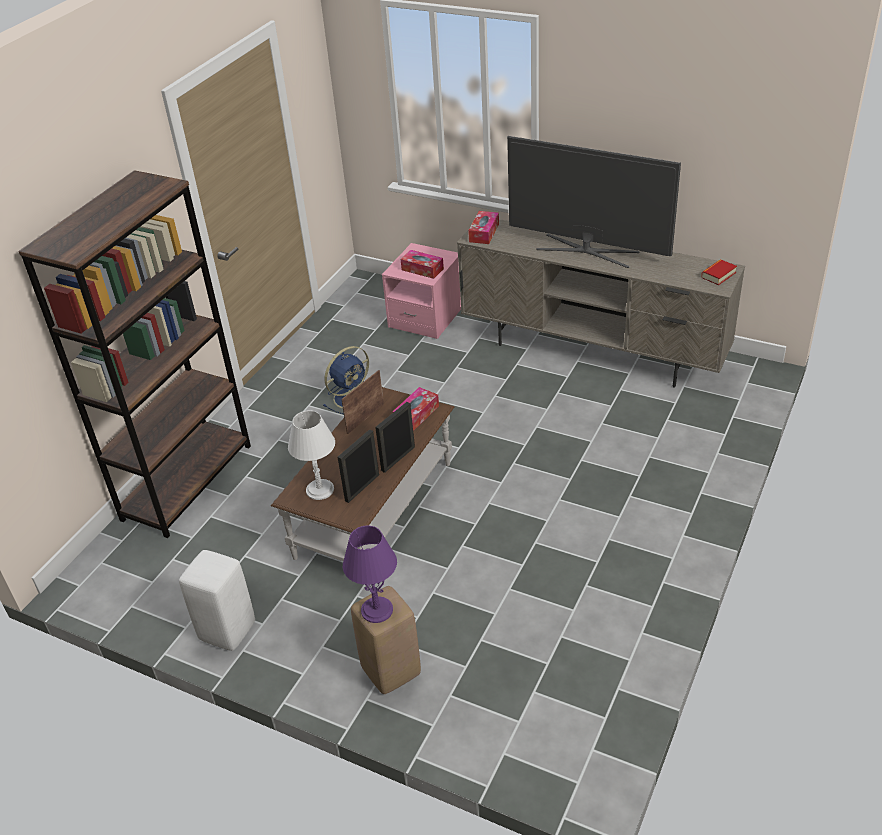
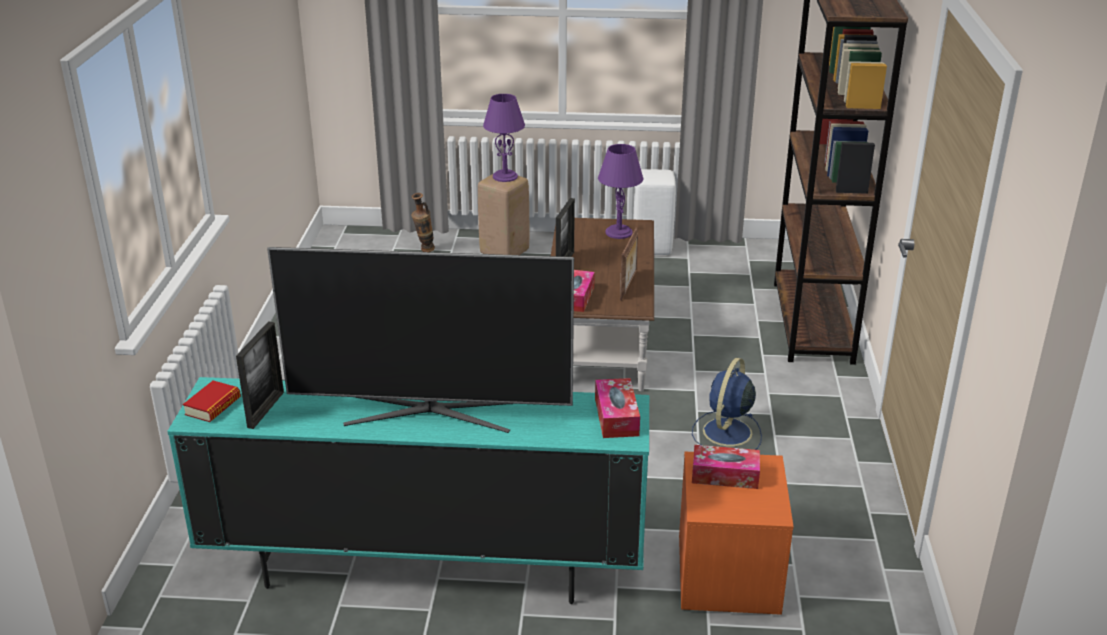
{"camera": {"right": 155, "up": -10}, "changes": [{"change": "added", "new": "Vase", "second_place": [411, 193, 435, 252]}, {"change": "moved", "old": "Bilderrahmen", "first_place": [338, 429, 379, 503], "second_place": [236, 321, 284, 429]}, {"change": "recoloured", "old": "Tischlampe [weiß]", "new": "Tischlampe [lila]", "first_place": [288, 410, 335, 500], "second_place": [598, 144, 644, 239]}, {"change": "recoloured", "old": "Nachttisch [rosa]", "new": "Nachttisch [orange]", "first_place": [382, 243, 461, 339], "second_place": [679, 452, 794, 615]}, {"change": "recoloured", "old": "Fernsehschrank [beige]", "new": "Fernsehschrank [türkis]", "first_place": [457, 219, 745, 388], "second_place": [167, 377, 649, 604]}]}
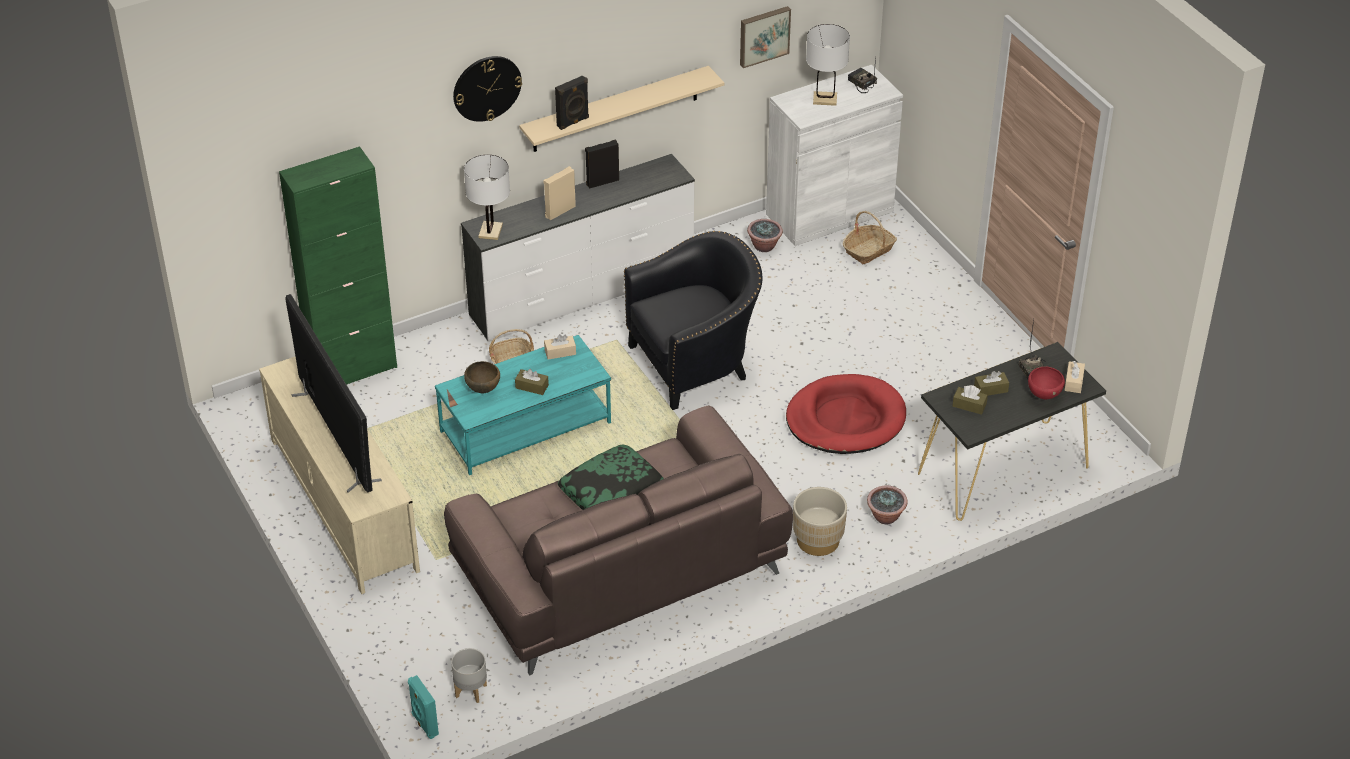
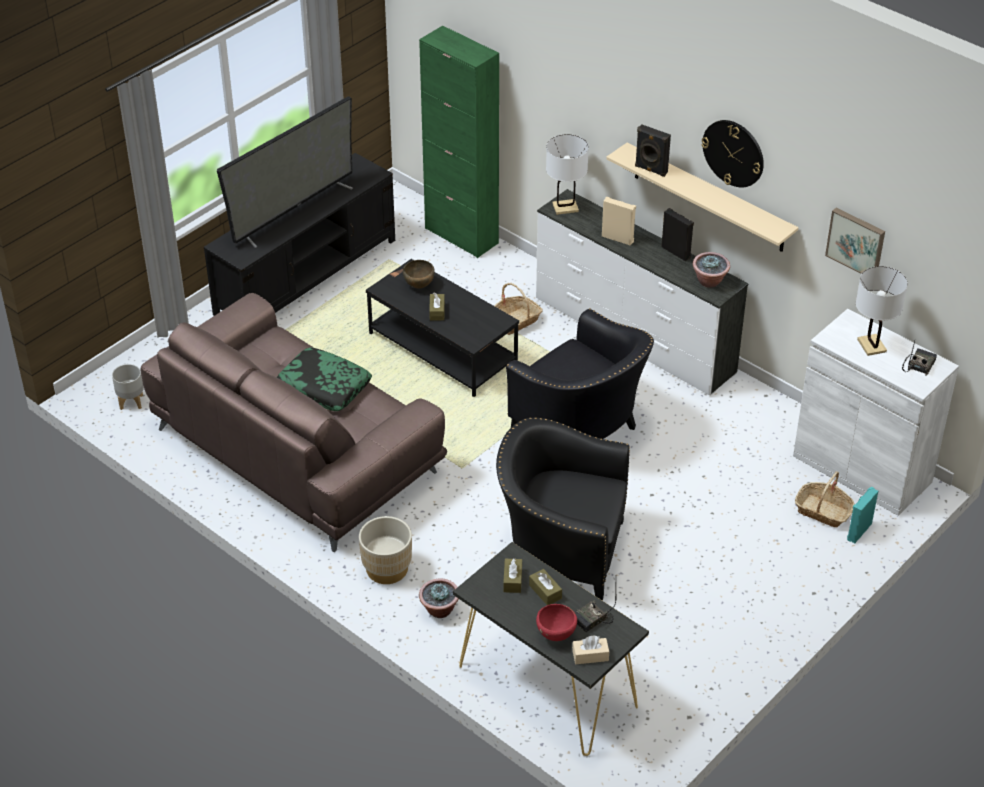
{"camera": {"right": 70, "up": 0}, "changes": [{"change": "removed", "old": "Taschentuchbox [beige]", "first_place": [544, 334, 576, 359]}, {"change": "moved", "old": "Lautsprecher [türkis]", "first_place": [408, 675, 439, 739], "second_place": [847, 487, 878, 543]}, {"change": "moved", "old": "Wanduhr", "first_place": [453, 56, 522, 122], "second_place": [701, 120, 764, 187]}, {"change": "moved", "old": "Topfpflanze", "first_place": [747, 219, 783, 252], "second_place": [693, 252, 730, 288]}, {"change": "replaced", "old": "Hundebett [rot]", "new": "Sessel [schwarz]", "first_place": [786, 374, 906, 454], "second_place": [496, 417, 630, 601]}, {"change": "recoloured", "old": "Fernsehschrank [beige]", "new": "Fernsehschrank [schwarz]", "first_place": [259, 357, 420, 594], "second_place": [204, 153, 395, 316]}, {"change": "recoloured", "old": "Couchtisch [türkis]", "new": "Couchtisch [schwarz]", "first_place": [435, 335, 611, 475], "second_place": [366, 259, 519, 397]}]}
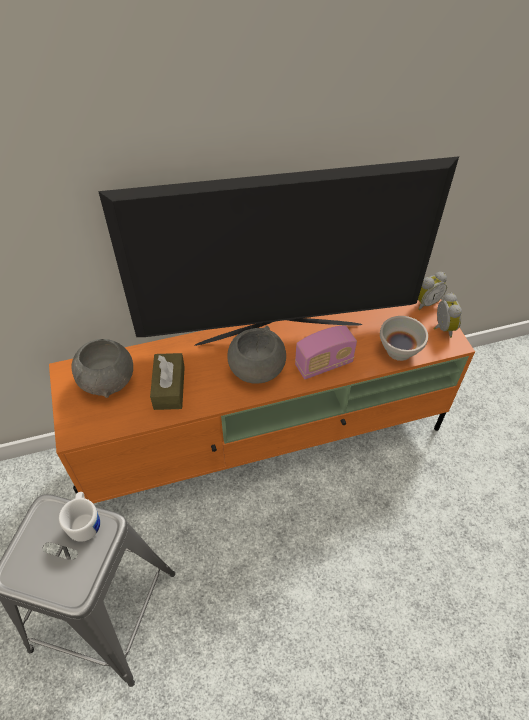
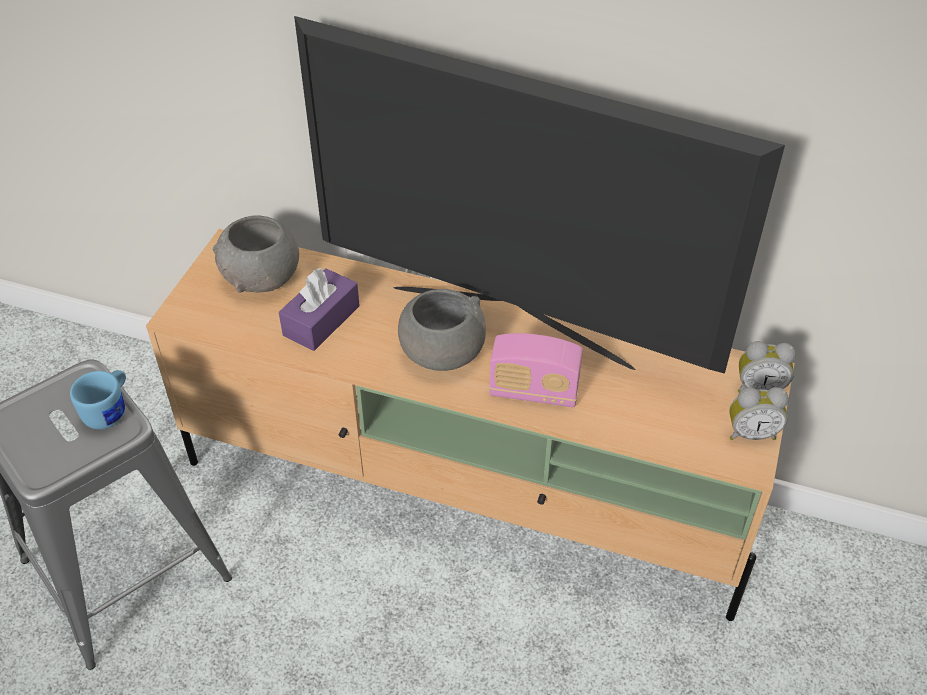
{"camera": {"right": 35, "up": -5}, "changes": [{"change": "removed", "old": "Schüssel [weiß]", "first_place": [380, 316, 428, 361]}, {"change": "recoloured", "old": "Fernsehschrank [orange]", "new": "Fernsehschrank [beige]", "first_place": [49, 299, 475, 503], "second_place": [146, 229, 795, 621]}, {"change": "recoloured", "old": "Henkelbecher [weiß]", "new": "Henkelbecher [blau]", "first_place": [59, 492, 100, 542], "second_place": [70, 370, 126, 429]}, {"change": "recoloured", "old": "Taschentuchbox [braun]", "new": "Taschentuchbox [lila]", "first_place": [150, 353, 185, 410], "second_place": [279, 268, 360, 351]}, {"change": "turned", "old": "Wecker", "first_place": [434, 293, 462, 338], "second_place": [729, 387, 789, 440], "degrees": 60}]}
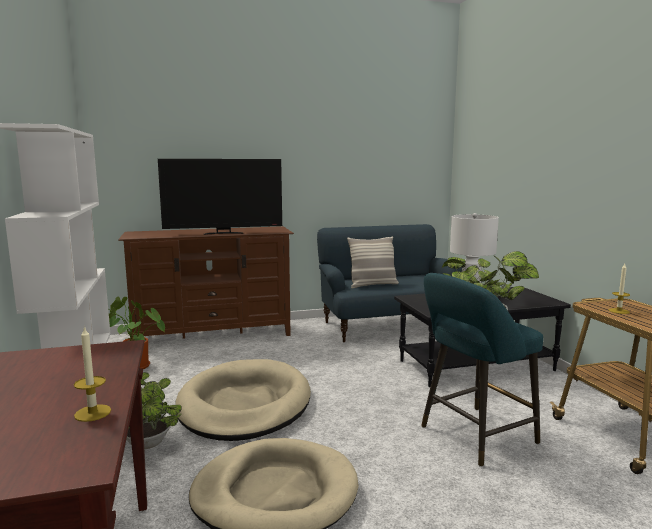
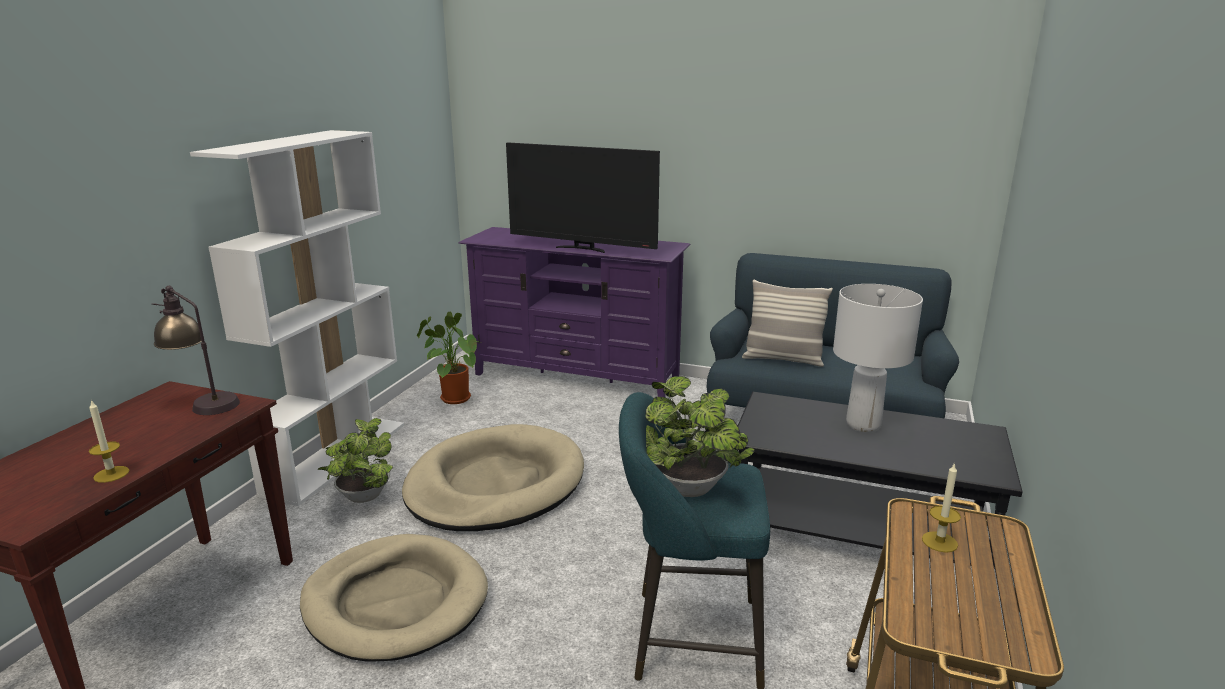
{"camera": {"right": 35, "up": 10}, "changes": [{"change": "added", "new": "Tischlampe", "second_place": [152, 286, 240, 415]}, {"change": "recoloured", "old": "Fernsehschrank [braun]", "new": "Fernsehschrank [lila]", "first_place": [118, 226, 294, 339], "second_place": [459, 227, 690, 397]}]}
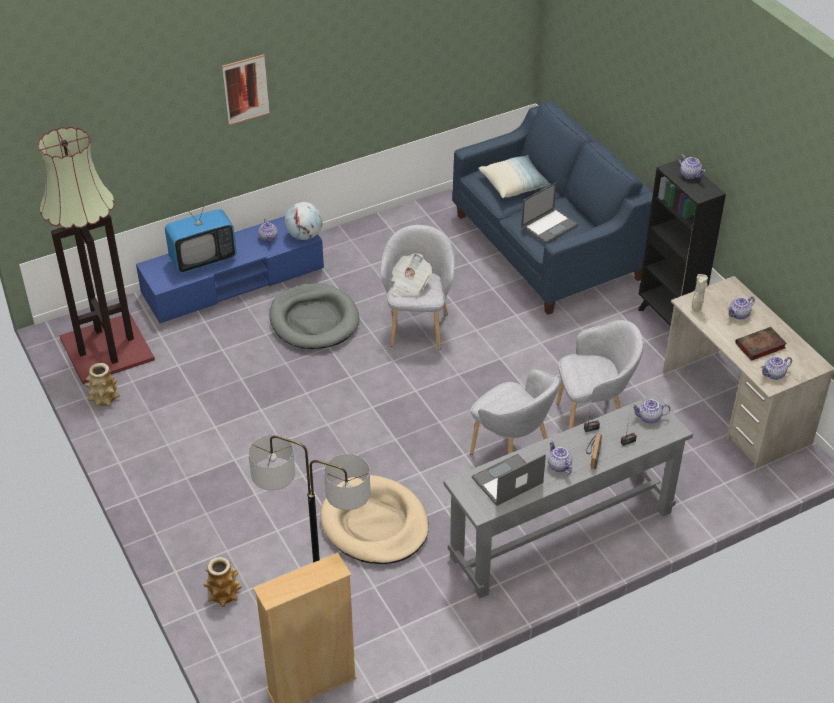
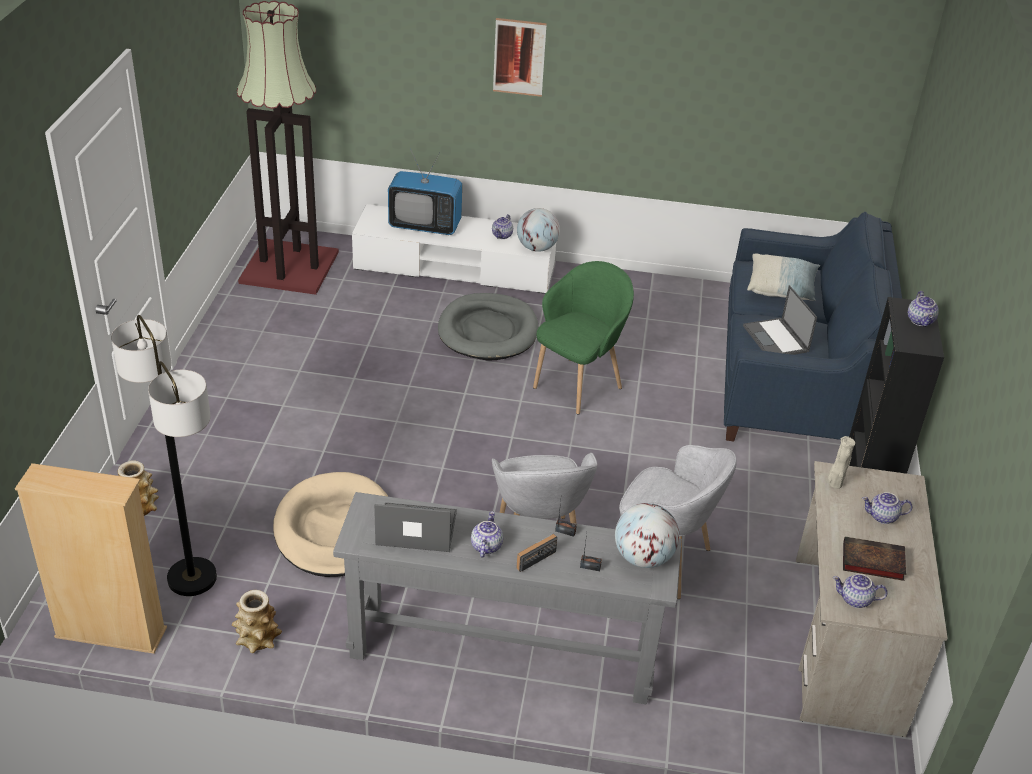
{"camera": {"right": 35, "up": -5}, "changes": [{"change": "removed", "old": "Zeitung", "first_place": [391, 253, 432, 297]}, {"change": "moved", "old": "Vase", "first_place": [85, 363, 120, 406], "second_place": [232, 590, 282, 653]}, {"change": "replaced", "old": "Teekanne", "new": "Globus", "first_place": [632, 399, 671, 424], "second_place": [615, 503, 680, 568]}, {"change": "recoloured", "old": "Fernsehschrank [blau]", "new": "Fernsehschrank [weiß]", "first_place": [136, 216, 324, 323], "second_place": [352, 204, 556, 294]}, {"change": "recoloured", "old": "Sessel [grau]", "new": "Sessel [grün]", "first_place": [381, 225, 455, 350], "second_place": [533, 261, 634, 415]}, {"change": "turned", "old": "Laptop", "first_place": [521, 183, 578, 244], "second_place": [743, 285, 817, 355], "degrees": 75}]}
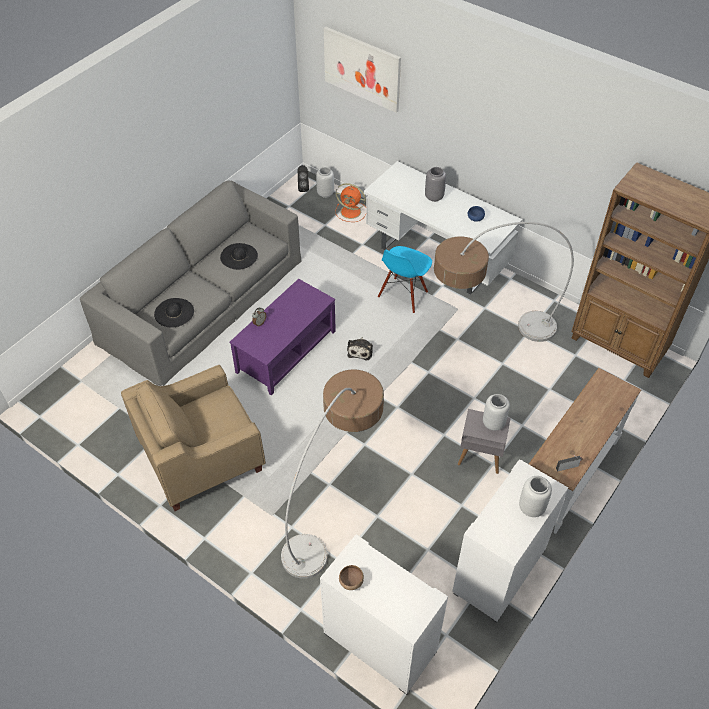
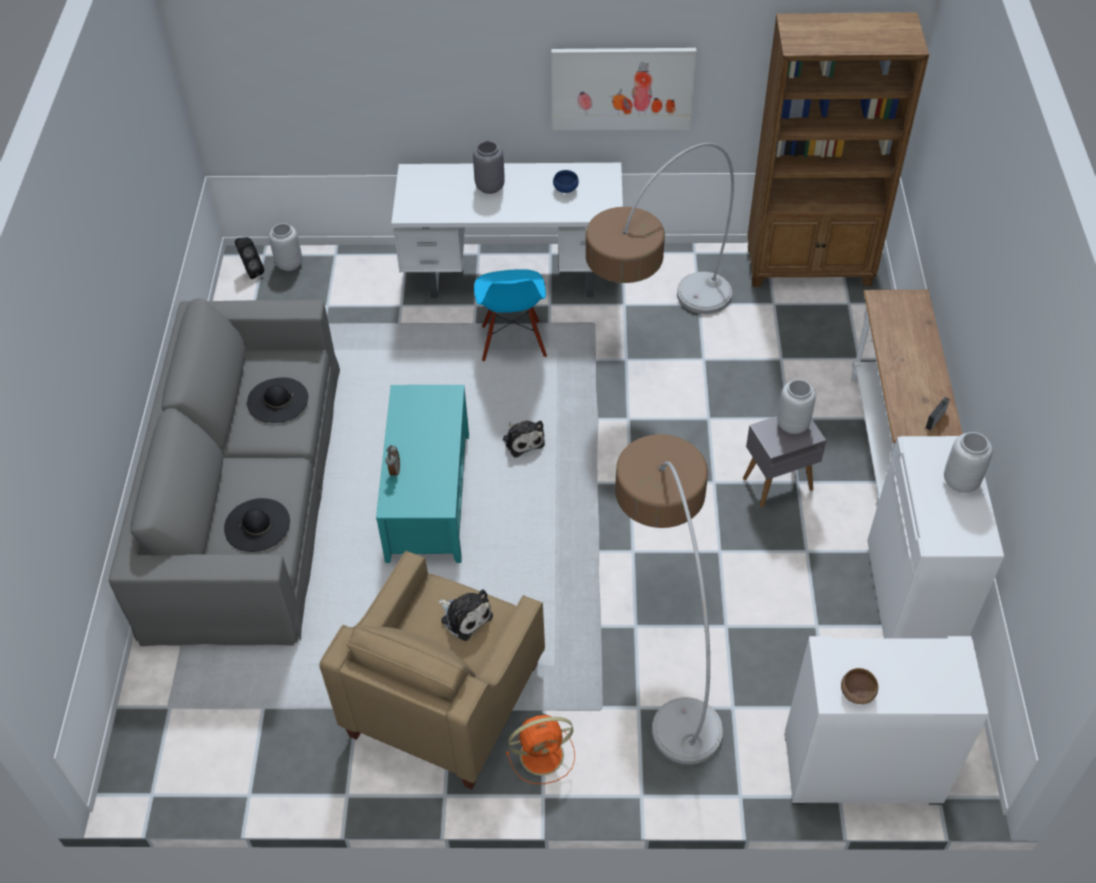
{"camera": {"right": -35, "up": 0}, "changes": [{"change": "added", "new": "Plüschtier", "second_place": [438, 589, 493, 641]}, {"change": "moved", "old": "Bild", "first_place": [324, 27, 401, 113], "second_place": [552, 48, 696, 130]}, {"change": "moved", "old": "Ventilator [orange]", "first_place": [336, 183, 366, 222], "second_place": [506, 713, 575, 784]}, {"change": "recoloured", "old": "Couchtisch [lila]", "new": "Couchtisch [türkis]", "first_place": [229, 279, 336, 395], "second_place": [376, 385, 469, 563]}]}
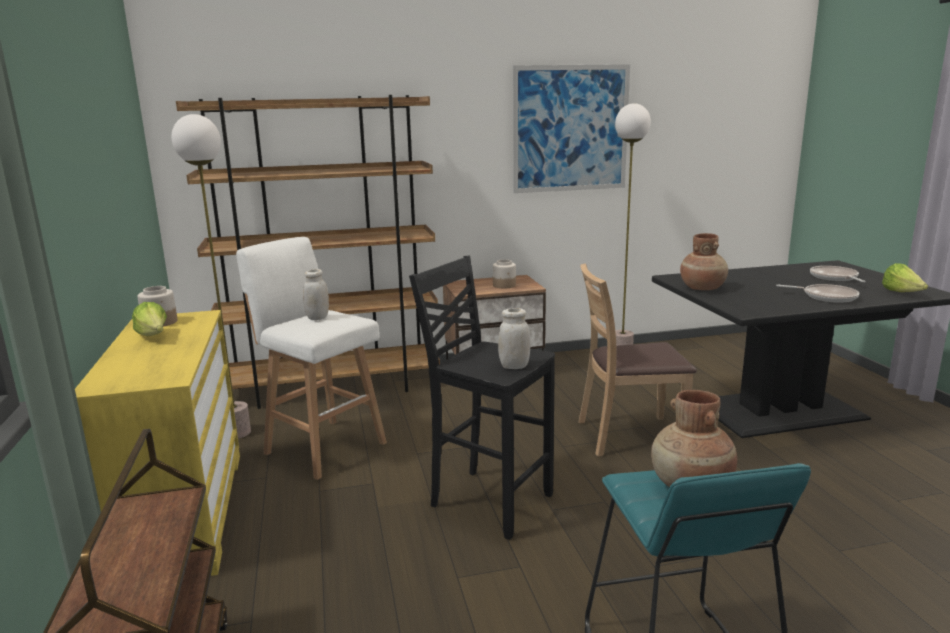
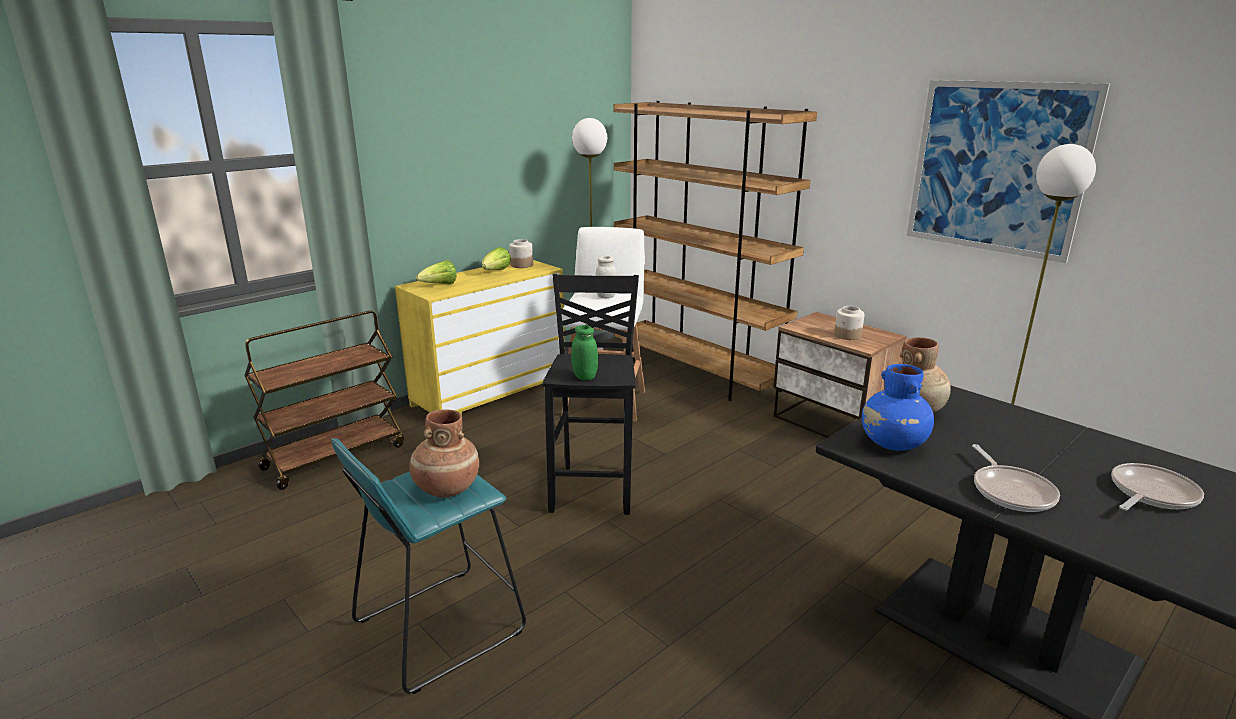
{"camera": {"right": 60, "up": 5}, "changes": [{"change": "removed", "old": "Stuhl [braun]", "first_place": [579, 263, 697, 457]}, {"change": "added", "new": "Vase [blau]", "second_place": [862, 364, 934, 451]}, {"change": "moved", "old": "Salatkopf", "first_place": [882, 263, 928, 292], "second_place": [416, 260, 457, 284]}, {"change": "recoloured", "old": "Vorratsglas [weiß]", "new": "Vorratsglas [grün]", "first_place": [498, 308, 531, 369], "second_place": [571, 325, 598, 380]}]}
